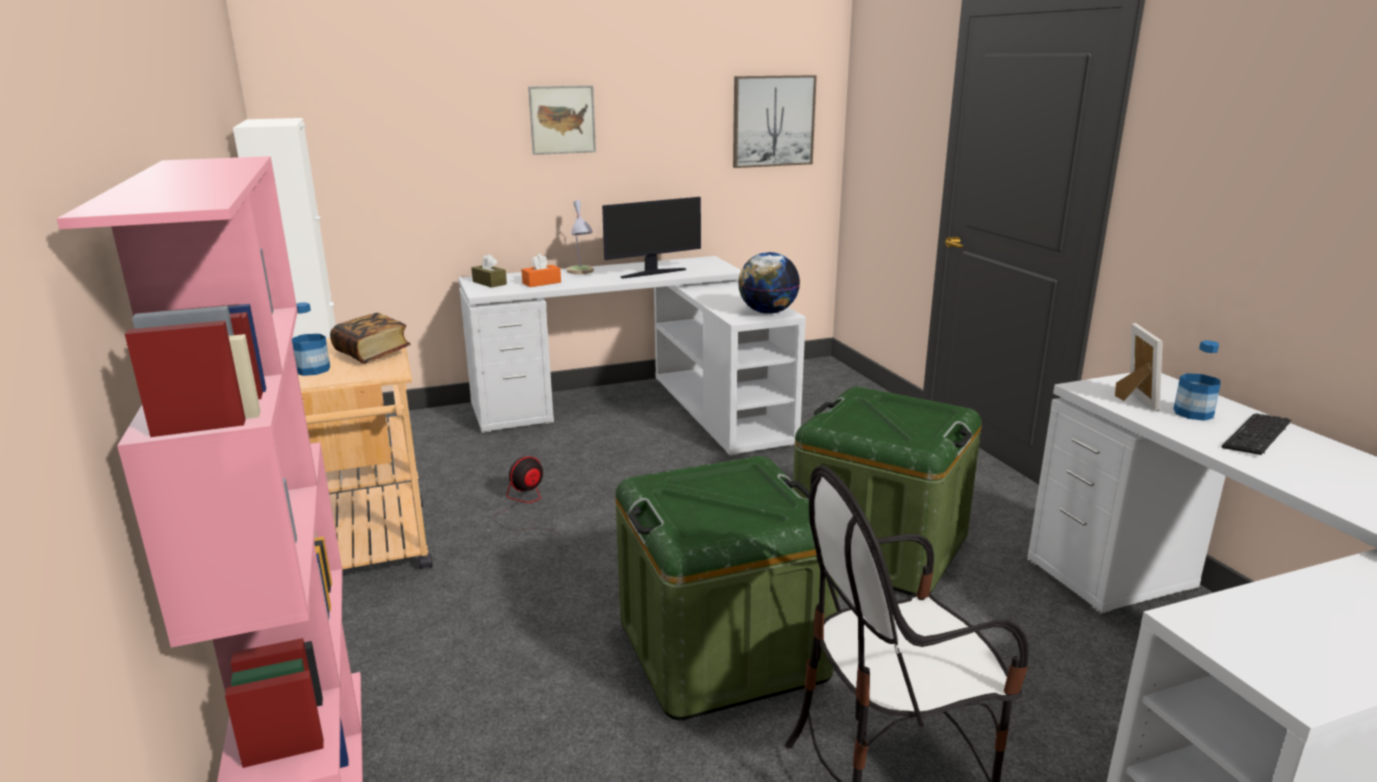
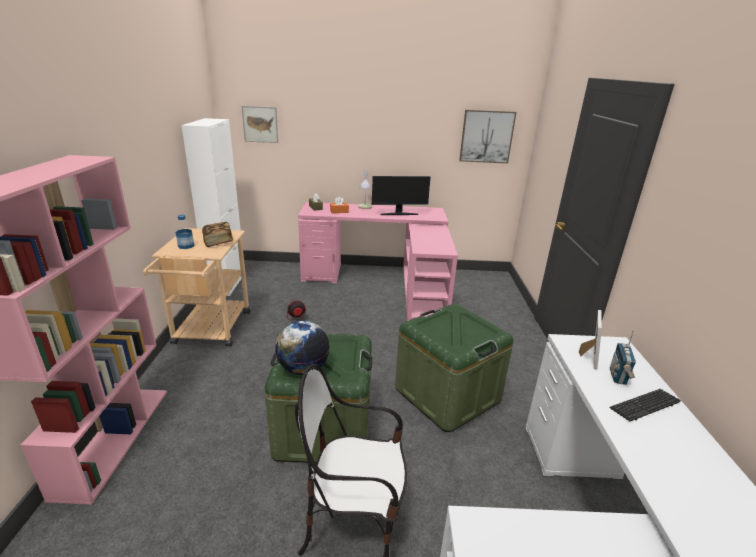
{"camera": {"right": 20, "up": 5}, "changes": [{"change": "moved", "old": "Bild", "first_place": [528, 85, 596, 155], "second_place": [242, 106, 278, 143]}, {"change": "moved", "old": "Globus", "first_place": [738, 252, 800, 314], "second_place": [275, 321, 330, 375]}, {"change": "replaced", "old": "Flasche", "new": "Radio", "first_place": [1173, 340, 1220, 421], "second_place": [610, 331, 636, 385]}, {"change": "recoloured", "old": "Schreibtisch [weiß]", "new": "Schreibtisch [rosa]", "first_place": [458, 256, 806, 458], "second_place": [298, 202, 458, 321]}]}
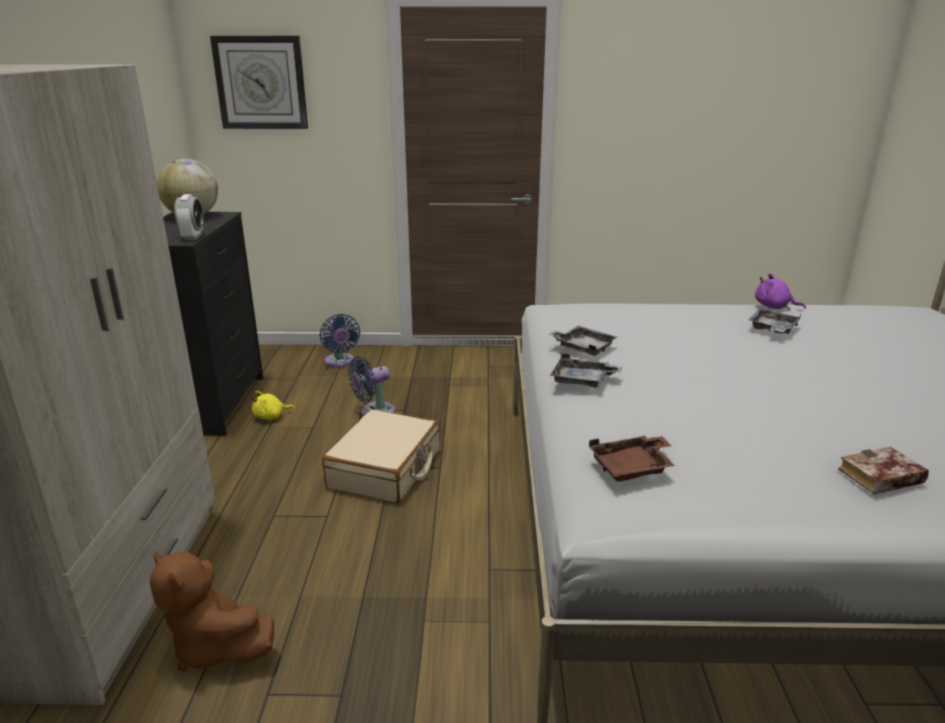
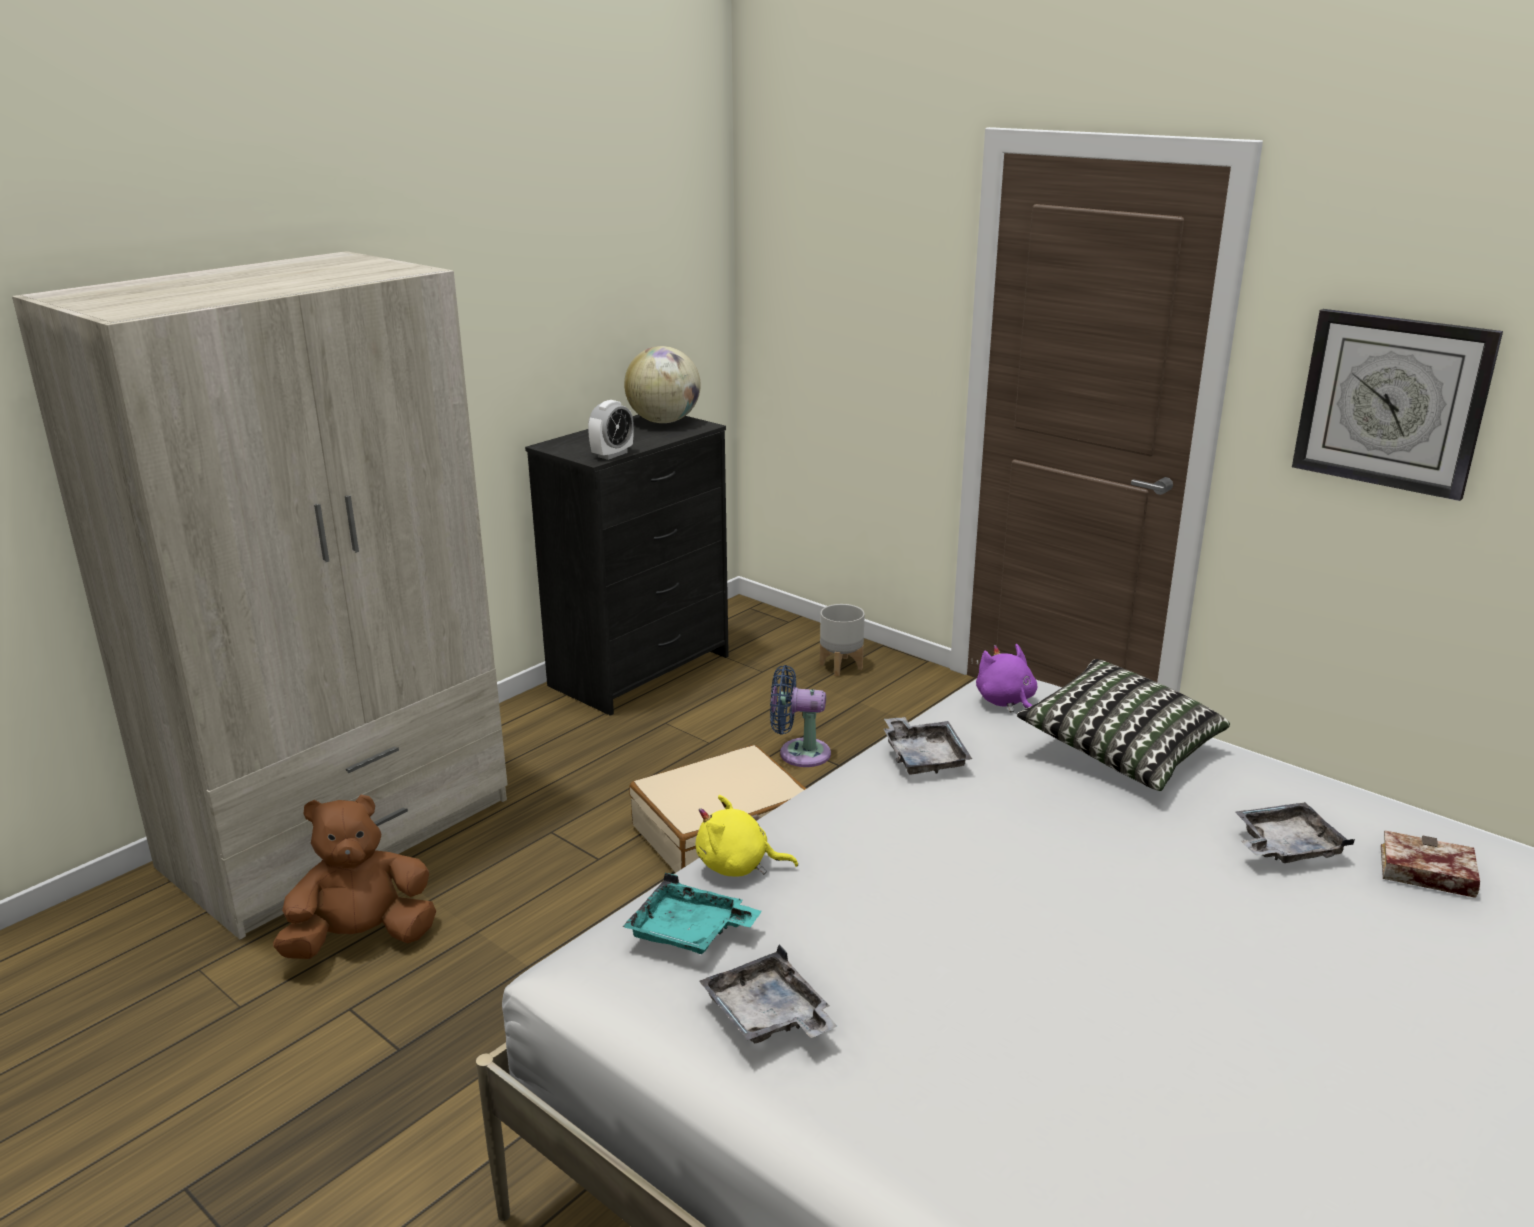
{"camera": {"right": 40, "up": 0}, "changes": [{"change": "added", "new": "Kissen", "second_place": [1017, 659, 1230, 791]}, {"change": "moved", "old": "Wanduhr", "first_place": [210, 36, 308, 129], "second_place": [1292, 309, 1503, 501]}, {"change": "moved", "old": "Plüschtier [gelb]", "first_place": [252, 391, 295, 420], "second_place": [696, 795, 798, 877]}, {"change": "moved", "old": "Tablett [grau]", "first_place": [550, 353, 622, 388], "second_place": [699, 945, 837, 1043]}, {"change": "moved", "old": "Plüschtier [lila]", "first_place": [755, 273, 806, 310], "second_place": [976, 644, 1037, 712]}, {"change": "moved", "old": "Buch", "first_place": [838, 447, 929, 494], "second_place": [1381, 830, 1480, 898]}, {"change": "replaced", "old": "Ventilator [blau]", "new": "Pflanzkübel [grau]", "first_place": [320, 314, 360, 367], "second_place": [820, 604, 865, 676]}, {"change": "recoloured", "old": "Tablett [braun]", "new": "Tablett [türkis]", "first_place": [589, 435, 675, 481], "second_place": [622, 873, 762, 954]}, {"change": "turned", "old": "Plüschtier [braun]", "first_place": [150, 551, 274, 671], "second_place": [273, 795, 436, 959], "degrees": 75}]}
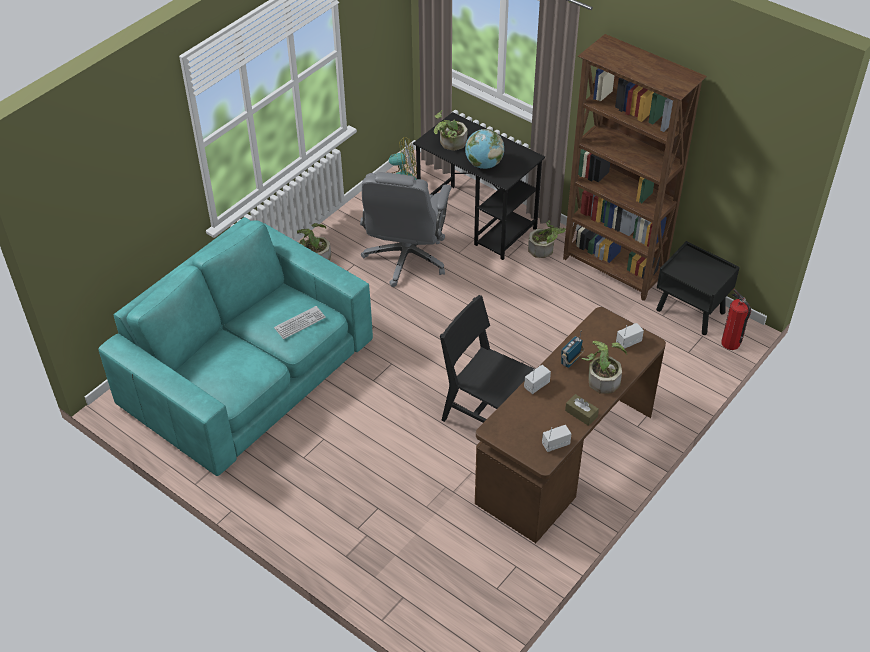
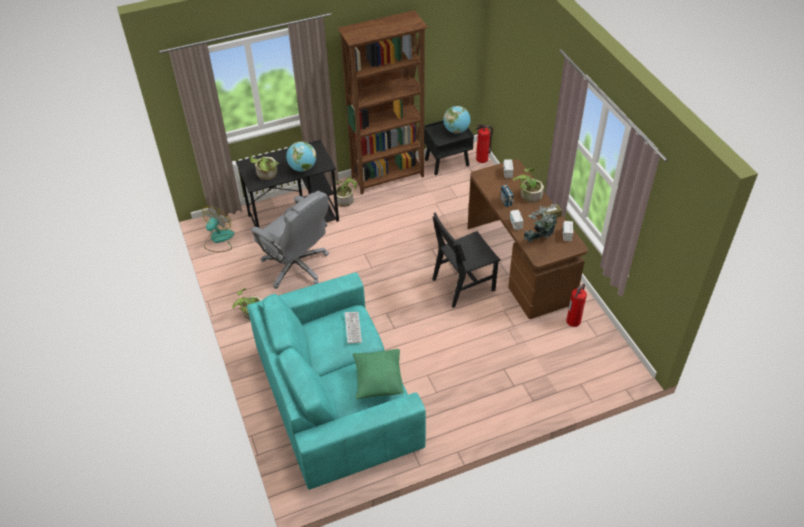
{"camera": {"right": -60, "up": 0}, "changes": [{"change": "added", "new": "Kissen [grün]", "second_place": [352, 349, 404, 399]}, {"change": "added", "new": "Globus", "second_place": [443, 106, 470, 133]}, {"change": "added", "new": "Topfpflanze", "second_place": [523, 206, 557, 242]}, {"change": "added", "new": "Feuerlöscher", "second_place": [566, 284, 587, 327]}]}
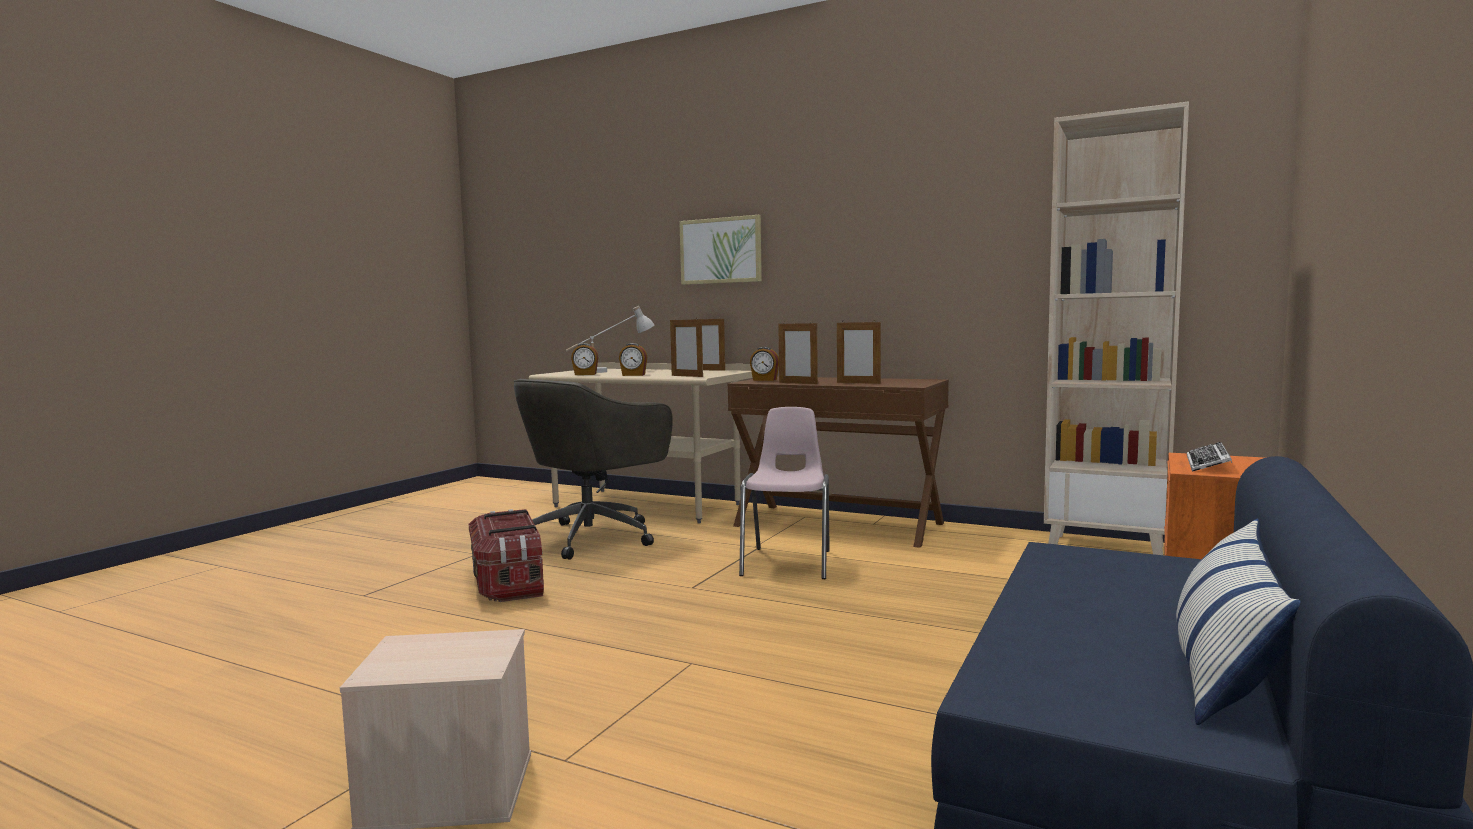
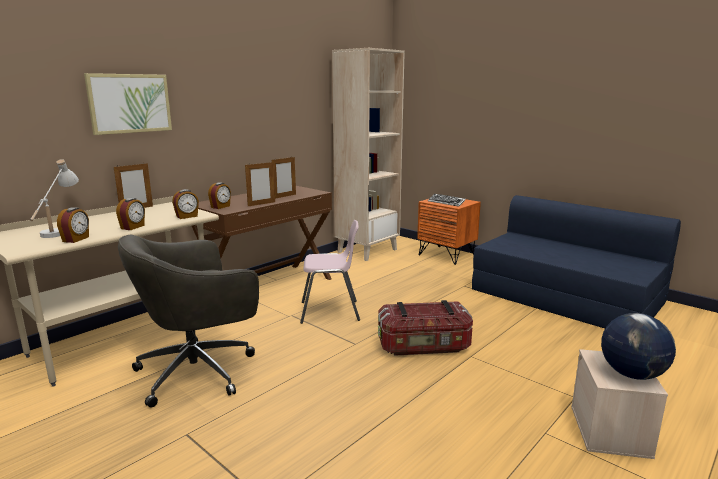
{"camera": {"right": -75, "up": 10}, "changes": [{"change": "removed", "old": "Kissen", "first_place": [1176, 518, 1301, 725]}, {"change": "added", "new": "Globus", "second_place": [601, 313, 676, 380]}, {"change": "moved", "old": "Aufbewahrungsbox", "first_place": [469, 509, 544, 602], "second_place": [378, 300, 473, 356]}, {"change": "replaced", "old": "Bilderrahmen", "new": "Wecker", "first_place": [670, 318, 703, 377], "second_place": [172, 189, 199, 219]}, {"change": "turned", "old": "Bürostuhl [grau]", "first_place": [514, 379, 673, 560], "second_place": [118, 234, 259, 408], "degrees": 90}, {"change": "turned", "old": "Stuhl [rosa]", "first_place": [739, 407, 830, 579], "second_place": [300, 220, 360, 324], "degrees": 150}]}
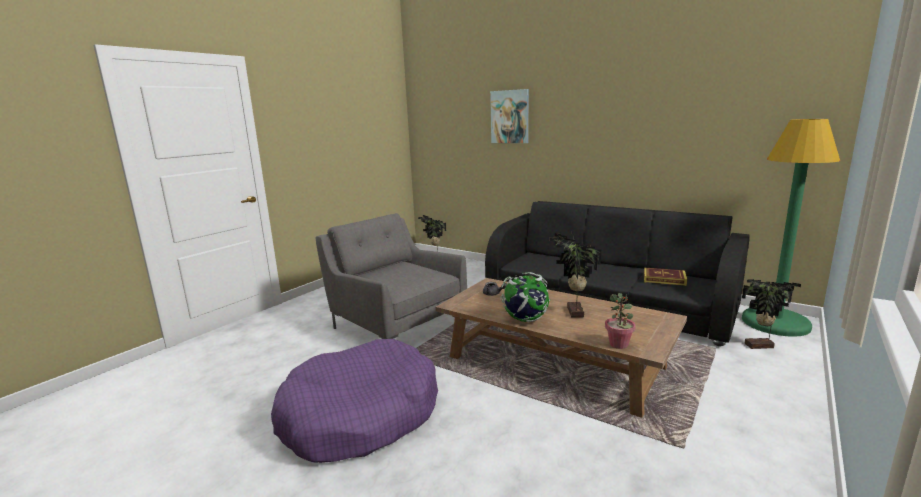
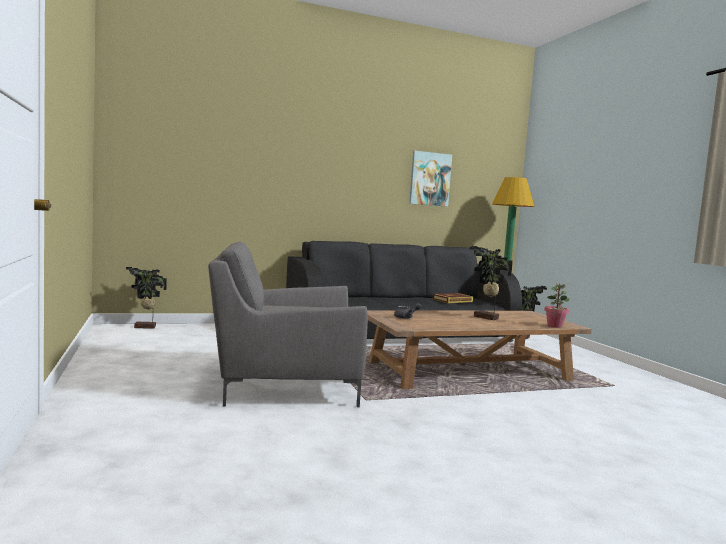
{"camera": {"right": -55, "up": -10}, "changes": [{"change": "removed", "old": "Hundebett [lila]", "first_place": [271, 339, 438, 463]}, {"change": "removed", "old": "Globus", "first_place": [500, 272, 550, 322]}, {"change": "moved", "old": "Bild", "first_place": [490, 89, 529, 143], "second_place": [409, 151, 452, 207]}]}
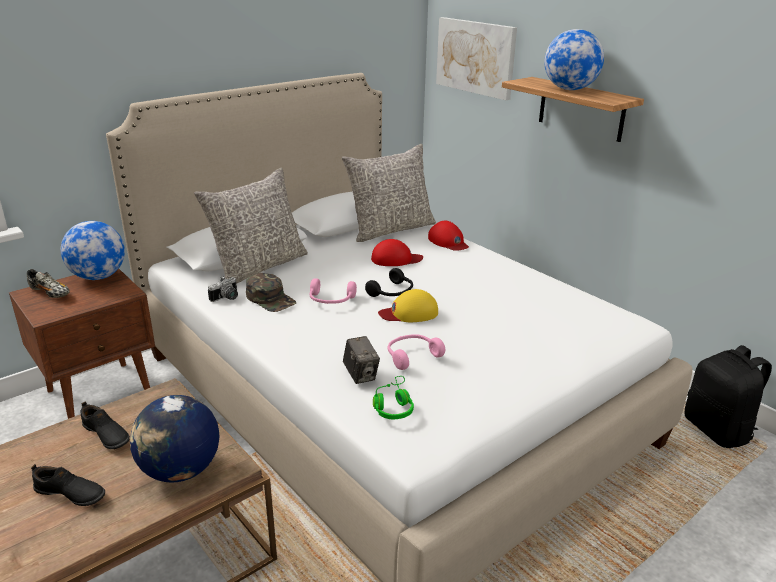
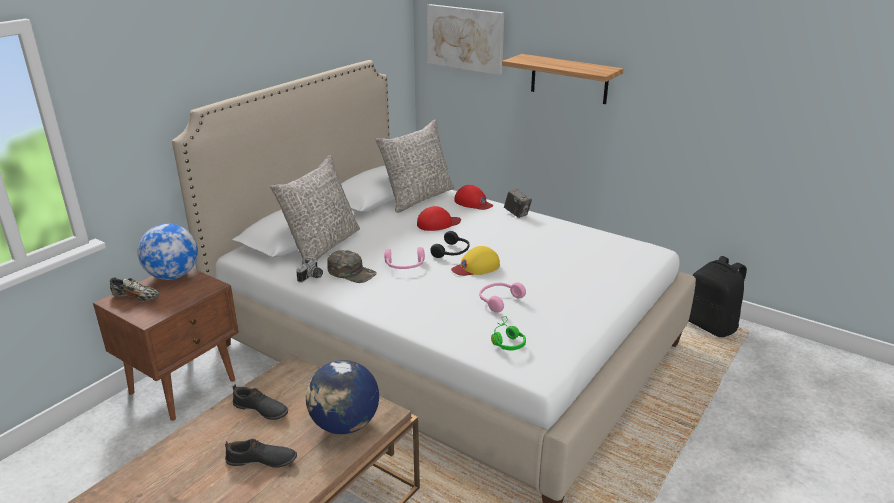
{"camera": {"right": -15, "up": 0}, "changes": [{"change": "removed", "old": "Globus", "first_place": [544, 29, 604, 90]}, {"change": "moved", "old": "Kamera", "first_place": [343, 336, 380, 384], "second_place": [504, 189, 532, 218]}]}
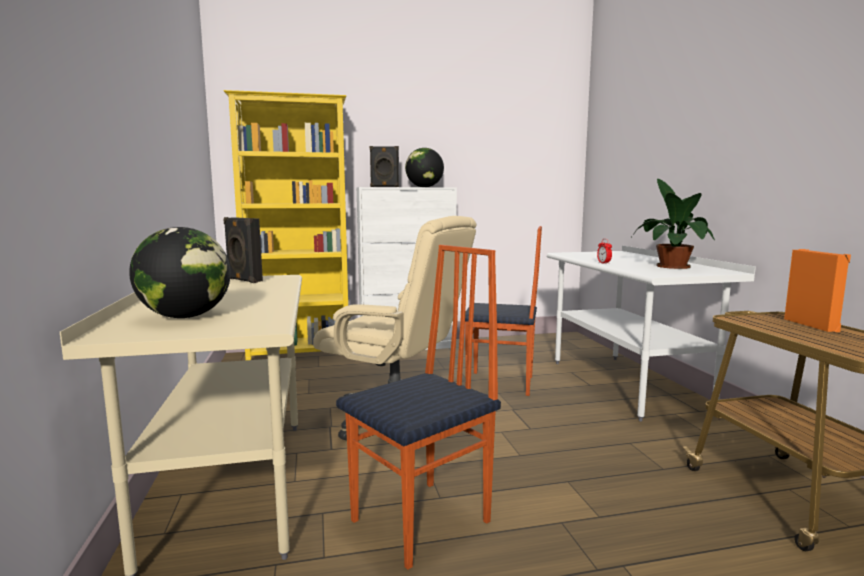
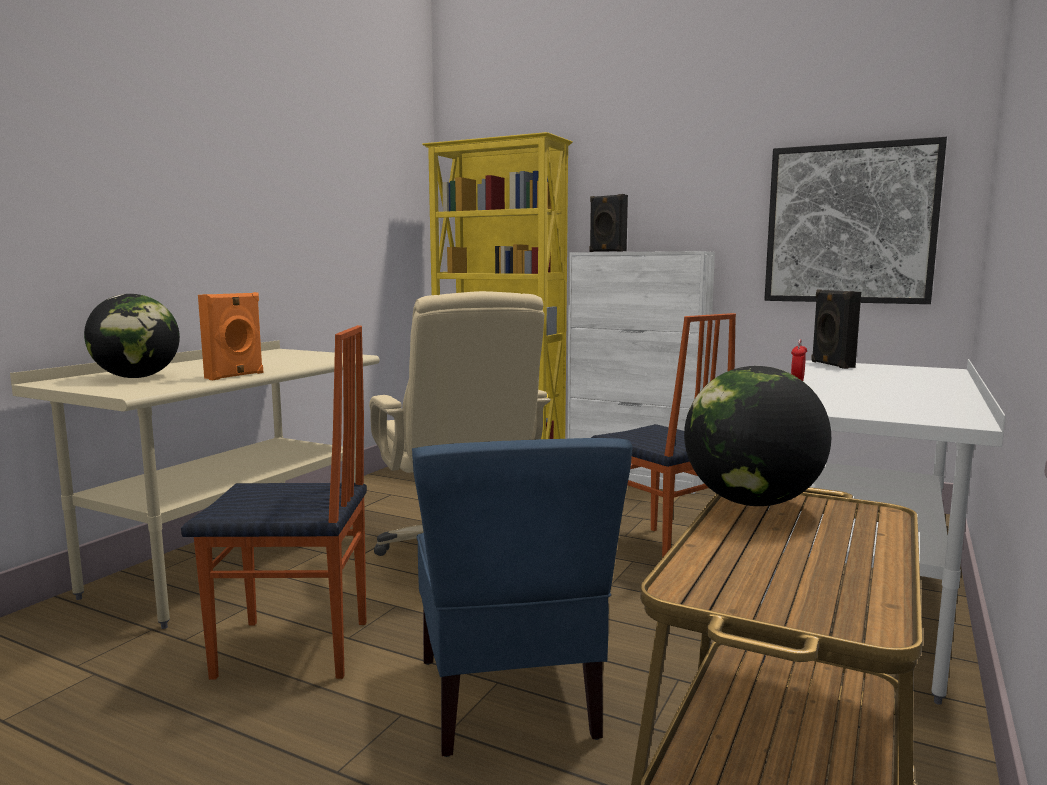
{"camera": {"right": 40, "up": 0}, "changes": [{"change": "removed", "old": "Topfpflanze", "first_place": [632, 179, 715, 269]}, {"change": "added", "new": "Stuhl [blau]", "second_place": [412, 438, 632, 757]}, {"change": "added", "new": "Bild", "second_place": [764, 137, 947, 304]}, {"change": "moved", "old": "Lautsprecher [schwarz]", "first_place": [224, 217, 263, 283], "second_place": [811, 289, 861, 369]}, {"change": "moved", "old": "Globus", "first_place": [405, 148, 444, 187], "second_place": [684, 366, 831, 506]}, {"change": "moved", "old": "Lautsprecher [orange]", "first_place": [784, 249, 851, 332], "second_place": [198, 292, 263, 380]}]}
